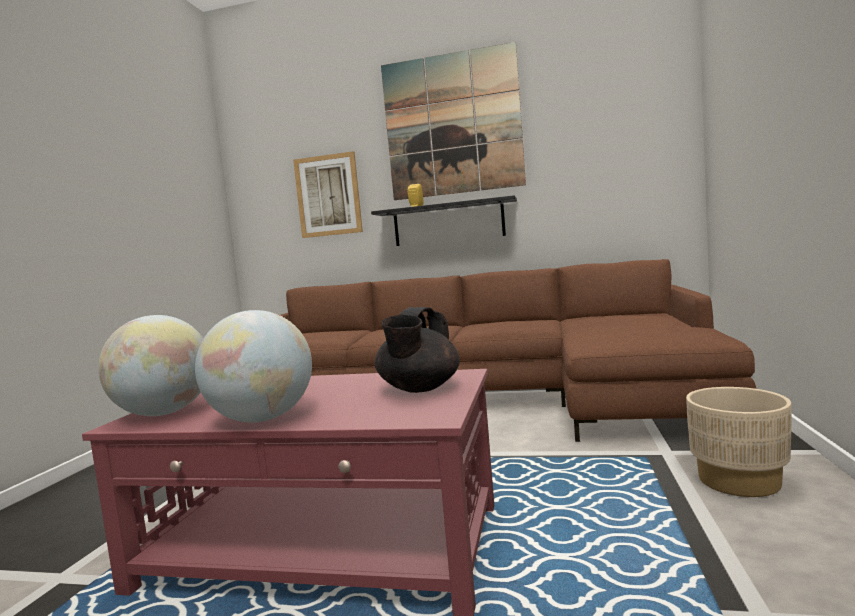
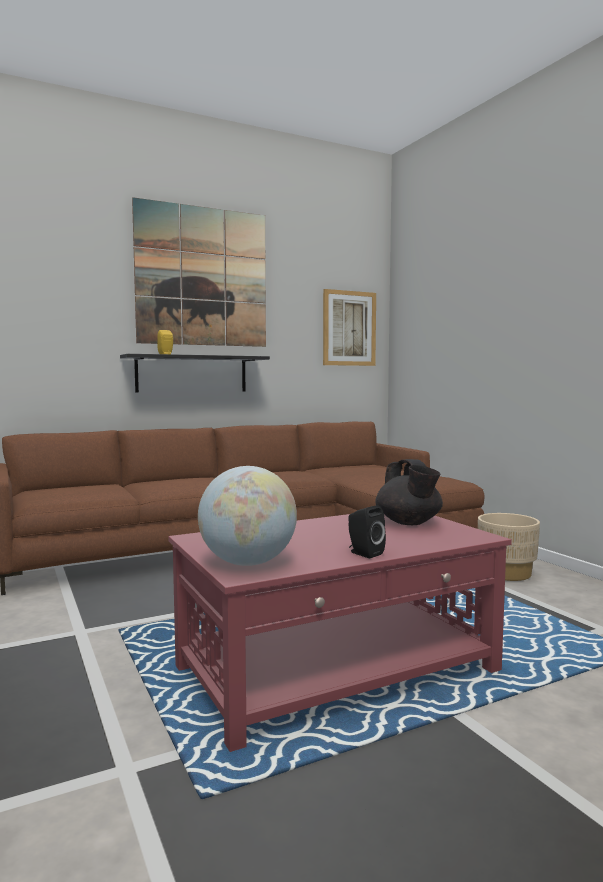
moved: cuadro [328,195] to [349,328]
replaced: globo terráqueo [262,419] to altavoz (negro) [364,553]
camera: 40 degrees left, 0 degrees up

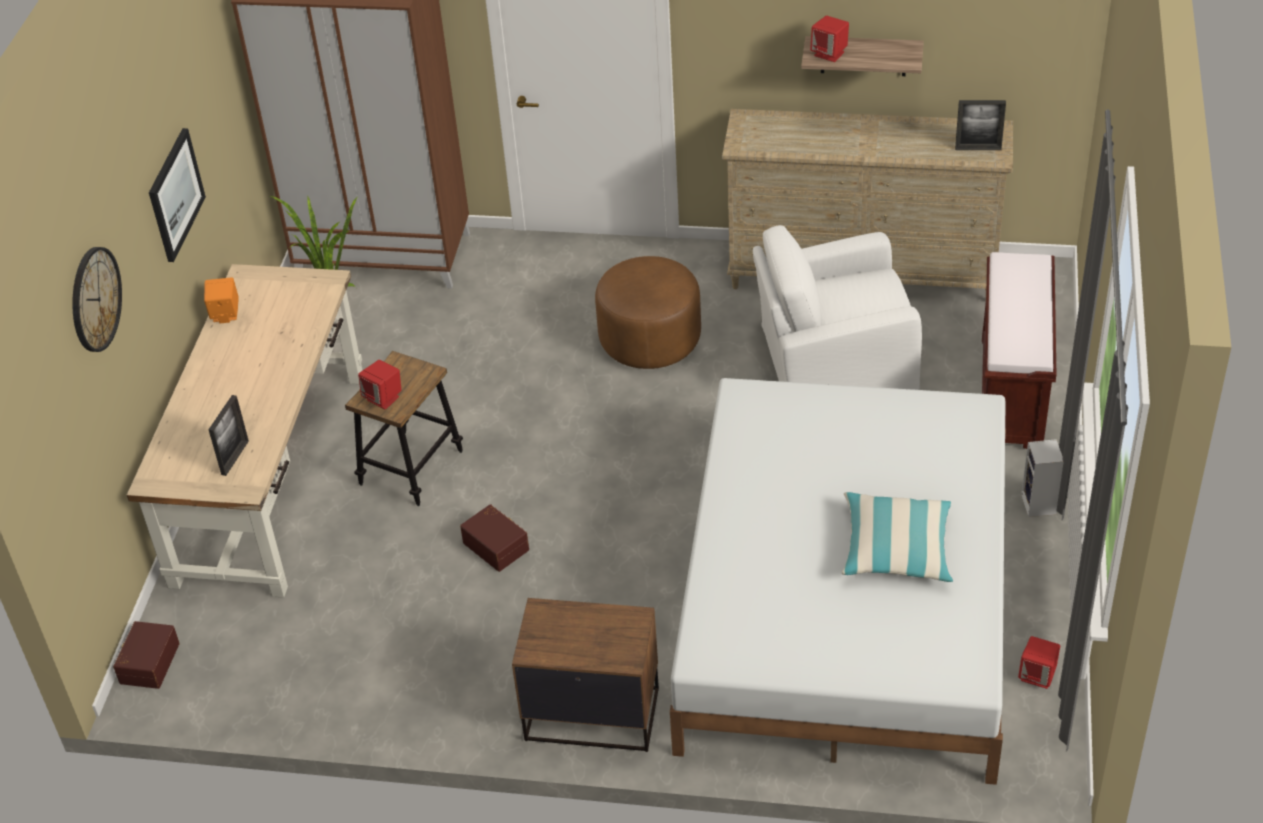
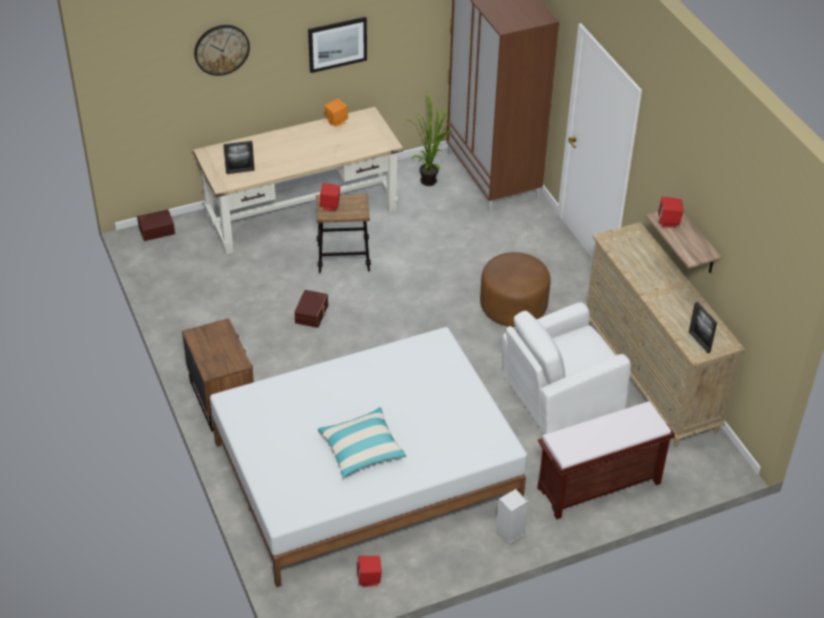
turned: sillón (blanco) [835,361] = [561,393] 75 degrees counterclockwise
camera: 55 degrees right, 0 degrees up

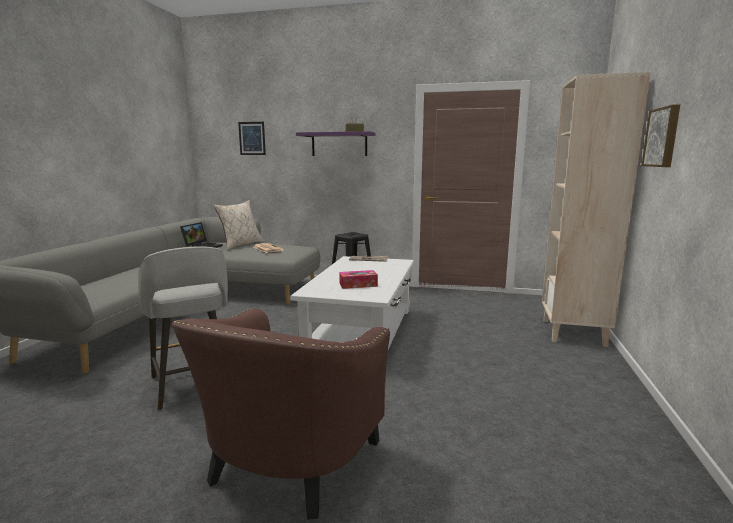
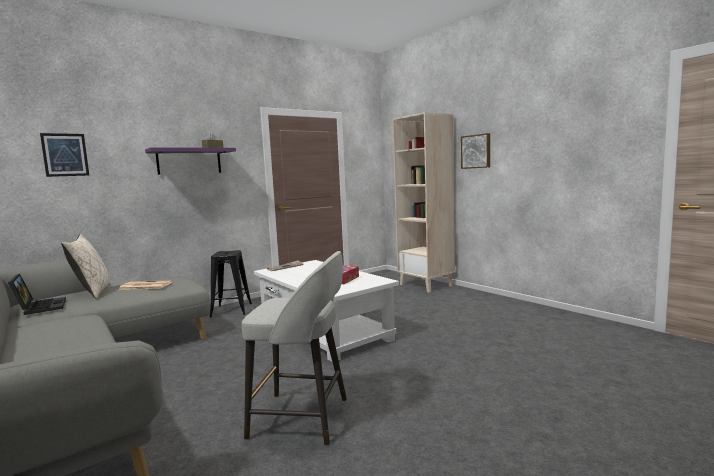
removed: sillón (marrón) [287,466]
camera: 50 degrees left, 5 degrees down

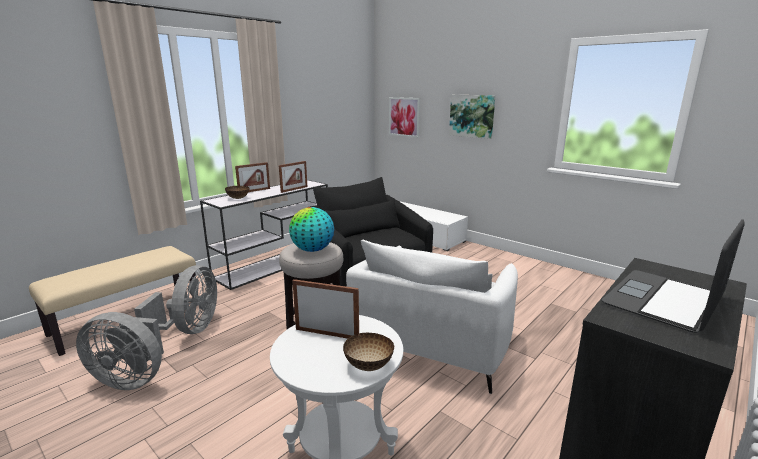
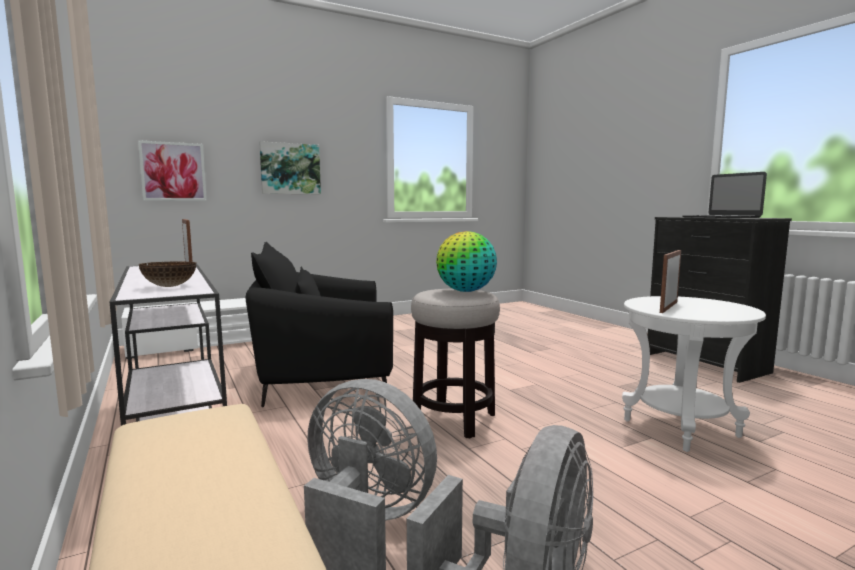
removed: portarretratos [254,191]; cuenco [369,365]; sillón (blanco) [432,345]
camera: 70 degrees left, 10 degrees down

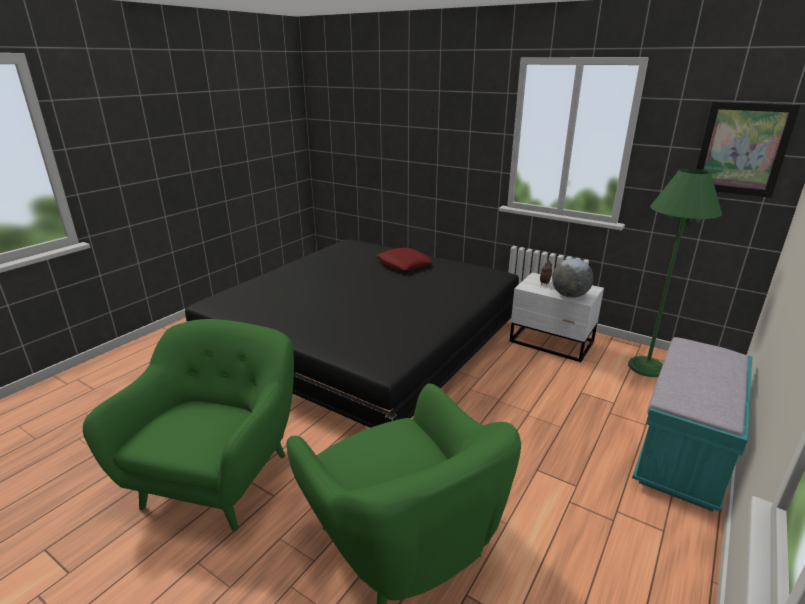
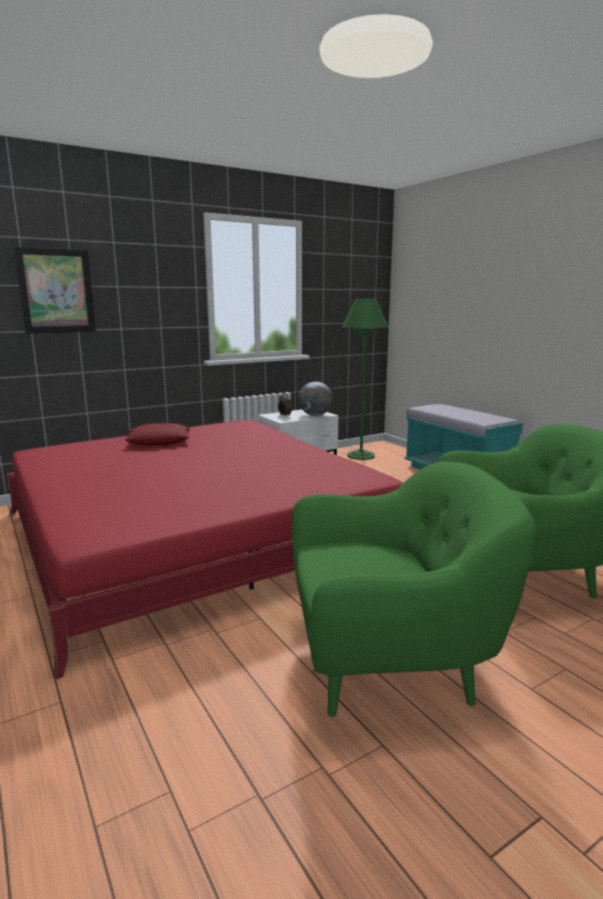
moved: cuadro [742,149] to [56,291]
recoloured: cama (negro) [364,341] to cama (rojo) [194,533]
turned: sillón (verde) [220,476] = [391,661] 135 degrees clockwise
camera: 65 degrees left, 10 degrees down

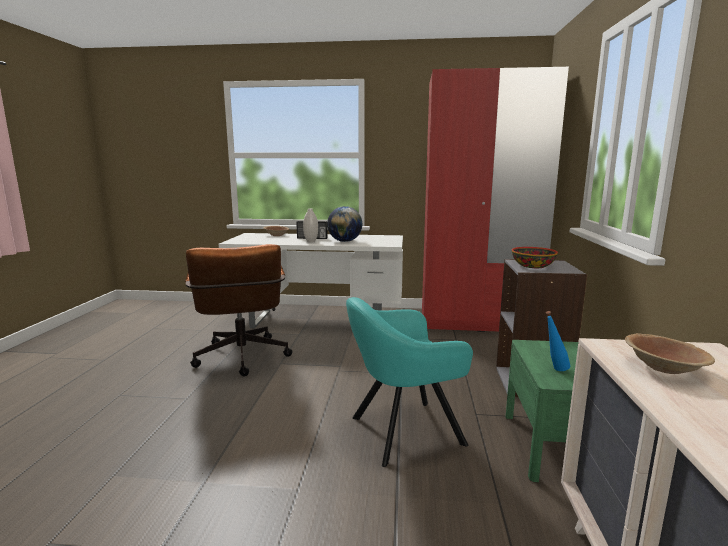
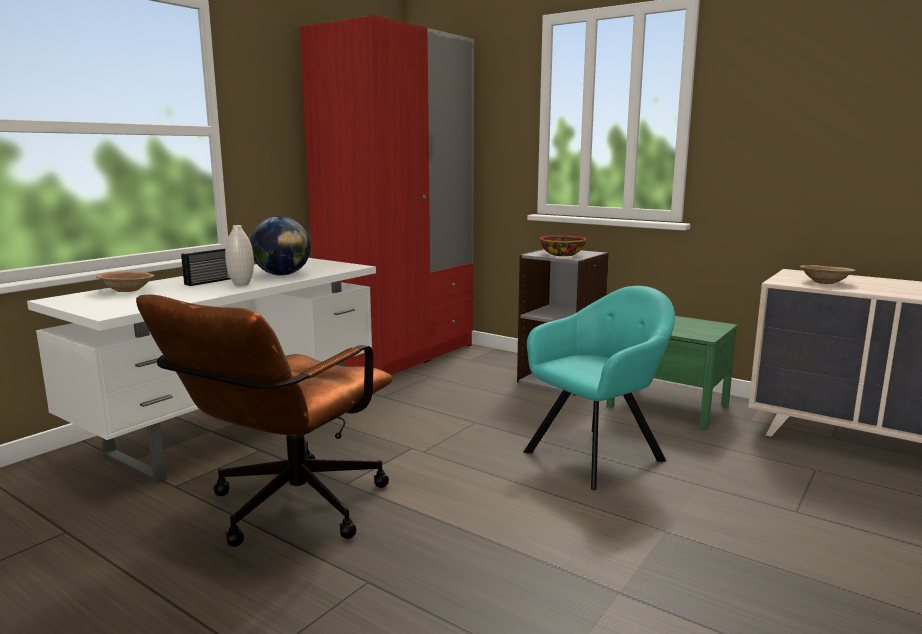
removed: botella (azul) [554,370]
turned: silla de oficina (marrón) [242,360] = [286,511] 105 degrees clockwise; sillón (turquesa) [402,431] = [598,454] 135 degrees counterclockwise
camera: 60 degrees left, 0 degrees up

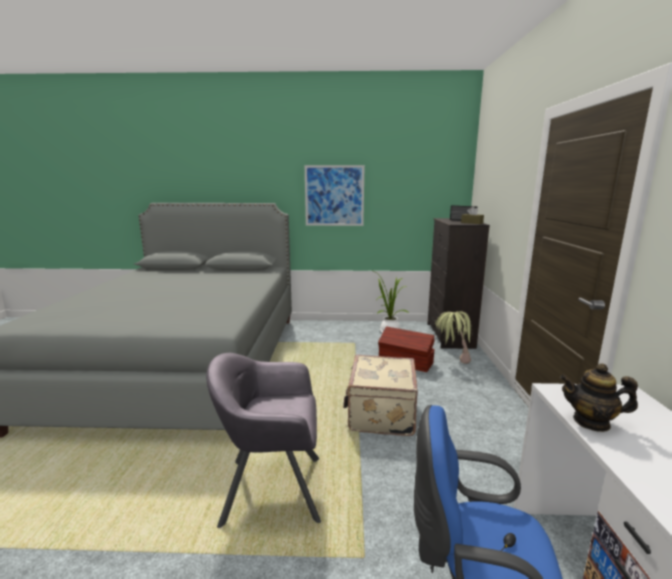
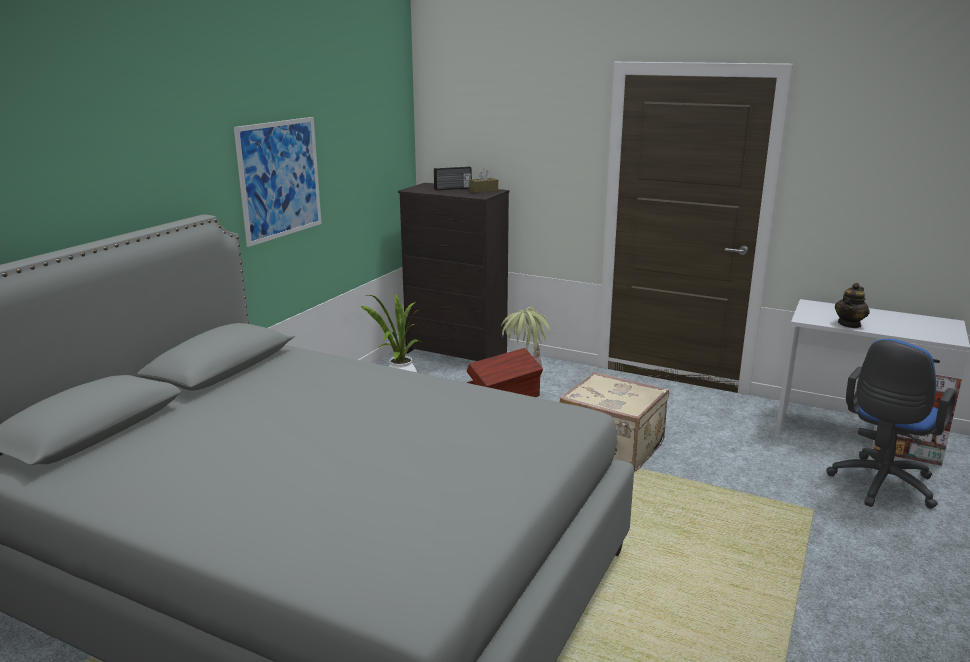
removed: sillón (gris) [272,489]
camera: 65 degrees left, 5 degrees up

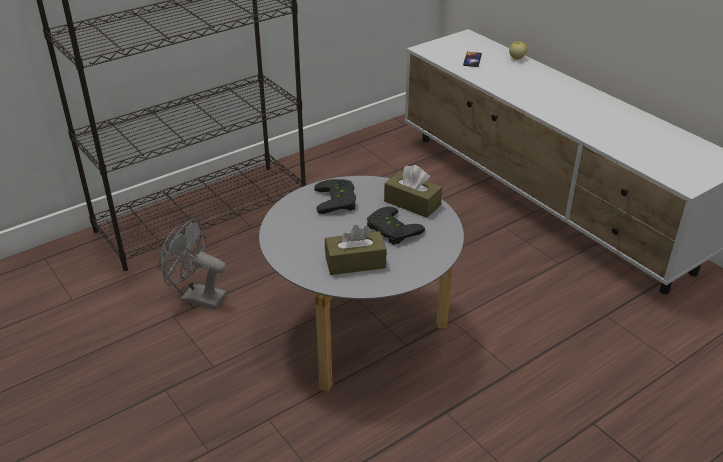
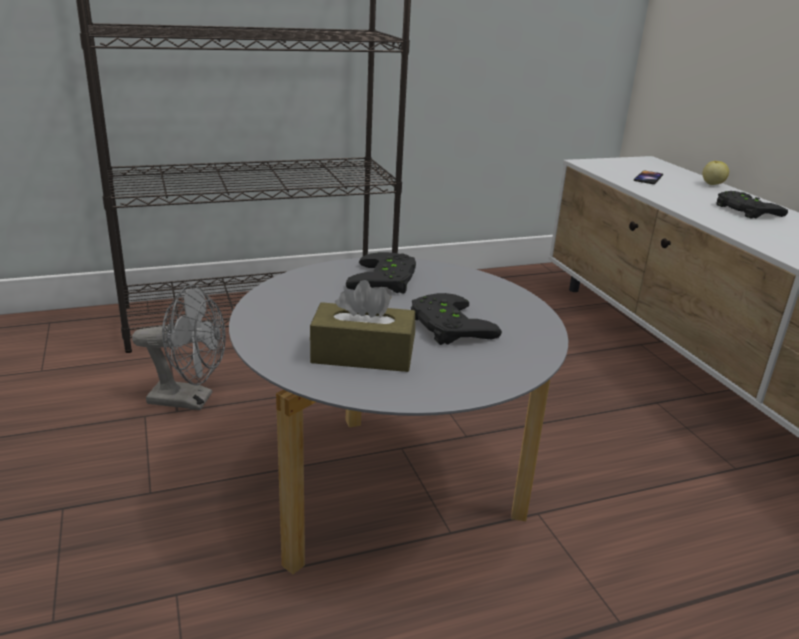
removed: caja de pañuelos (marrón) [412,203]
added: mando de consola (negro) [744,210]
turned: ventilador (gris) [197,297] = [190,400] 150 degrees clockwise
camera: 15 degrees right, 10 degrees down

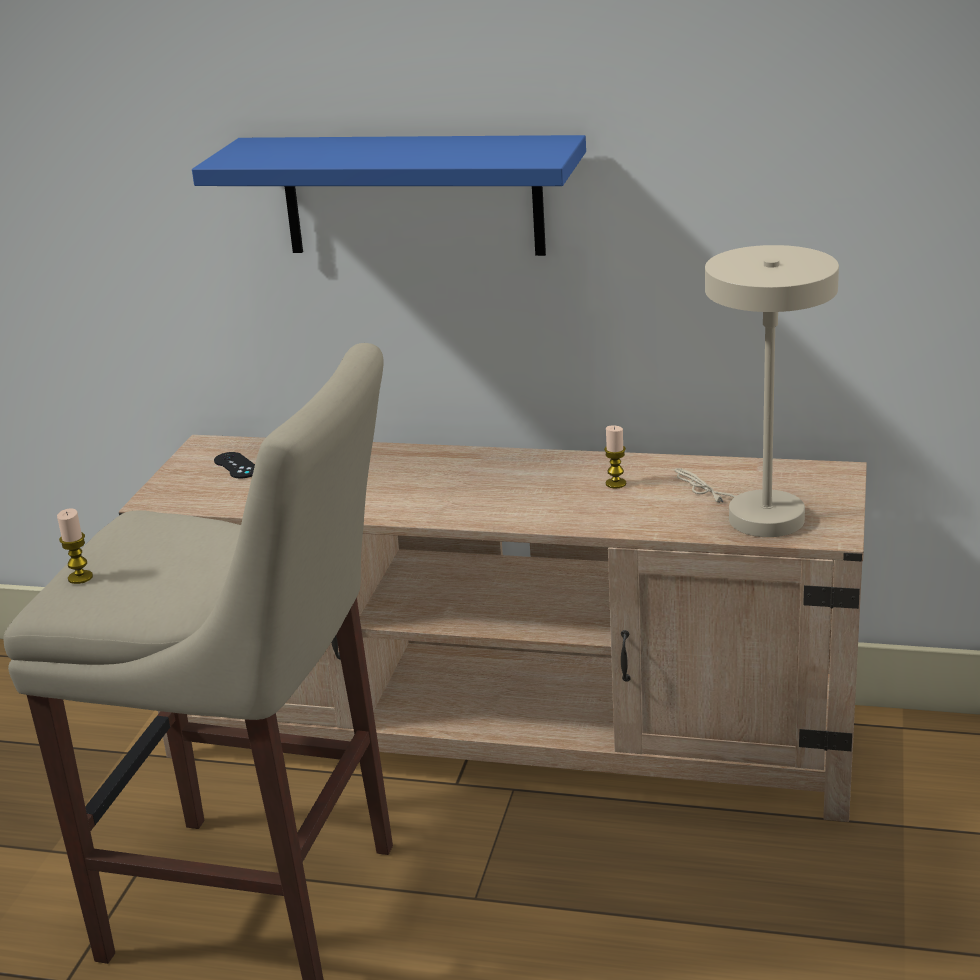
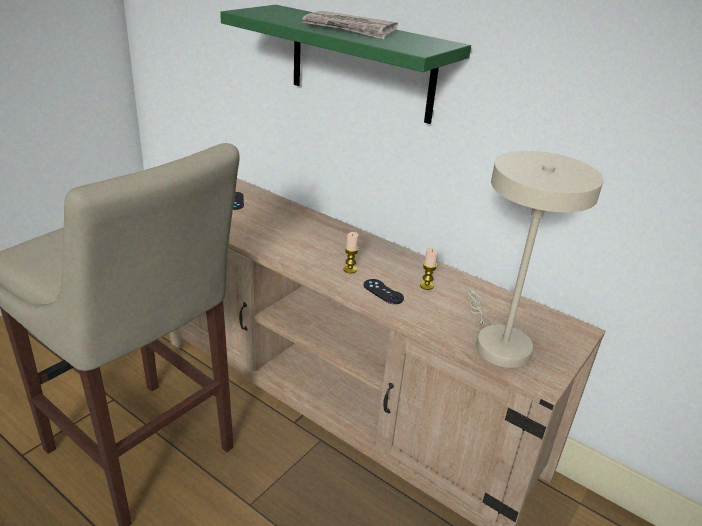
added: periódico [349,29]; mando de consola (negro) [383,292]
moved: vela [80,577] to [350,269]
recoloured: estante (azul) [412,195] to estante (verde) [361,63]
camera: 20 degrees right, 5 degrees up

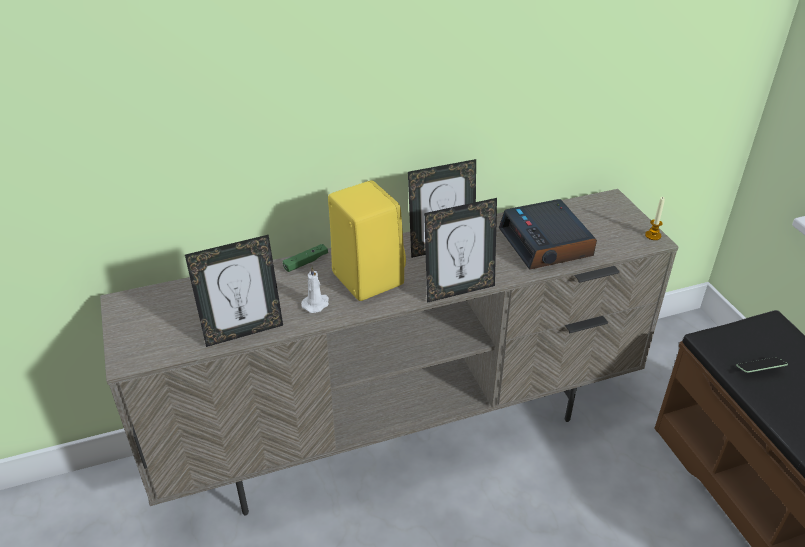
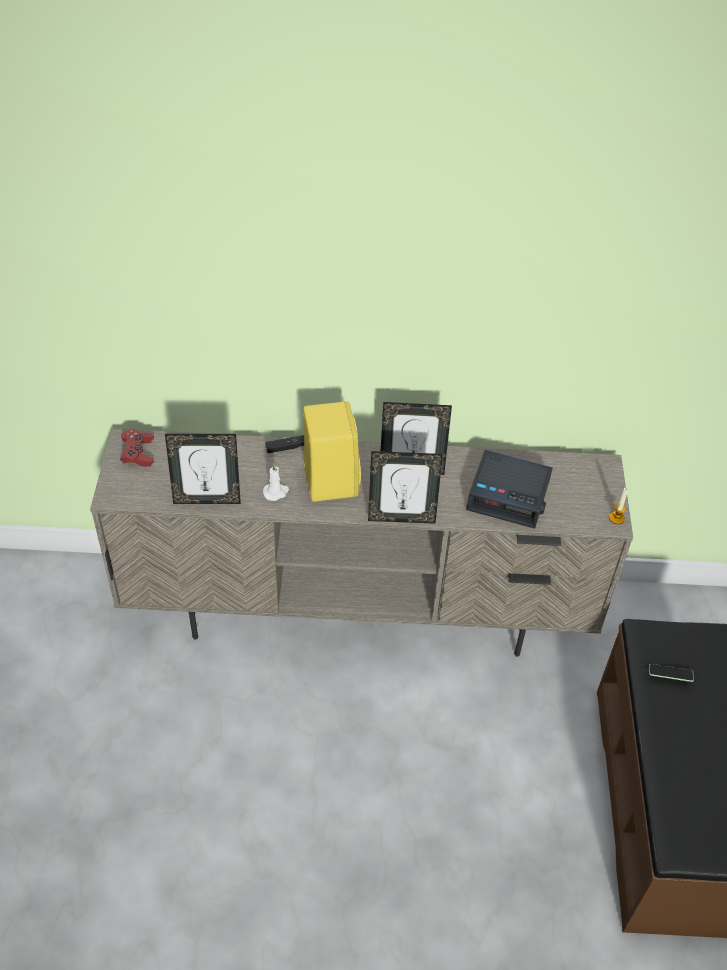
added: mando de consola (rojo) [138,453]
recoloured: mando de consola (verde) [306,262] to mando de consola (negro) [287,447]
turned: despertador [546,243] = [509,495] 75 degrees counterclockwise
camera: 20 degrees right, 10 degrees up

